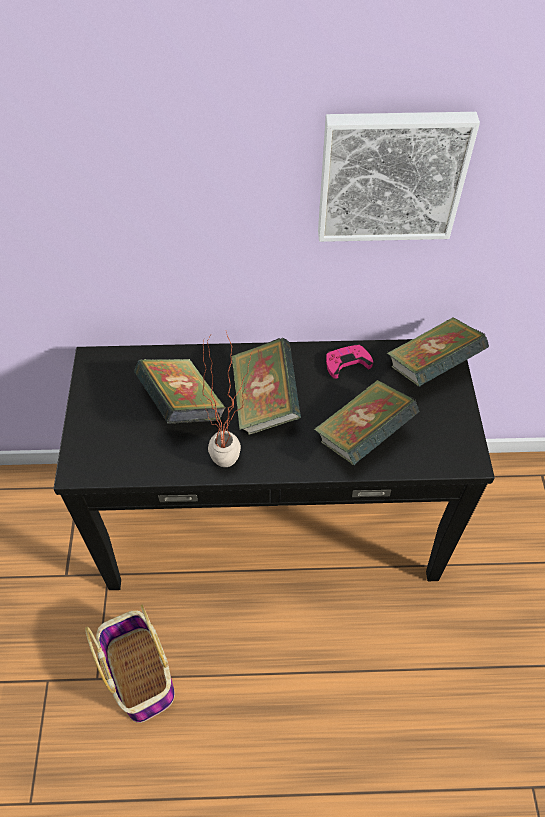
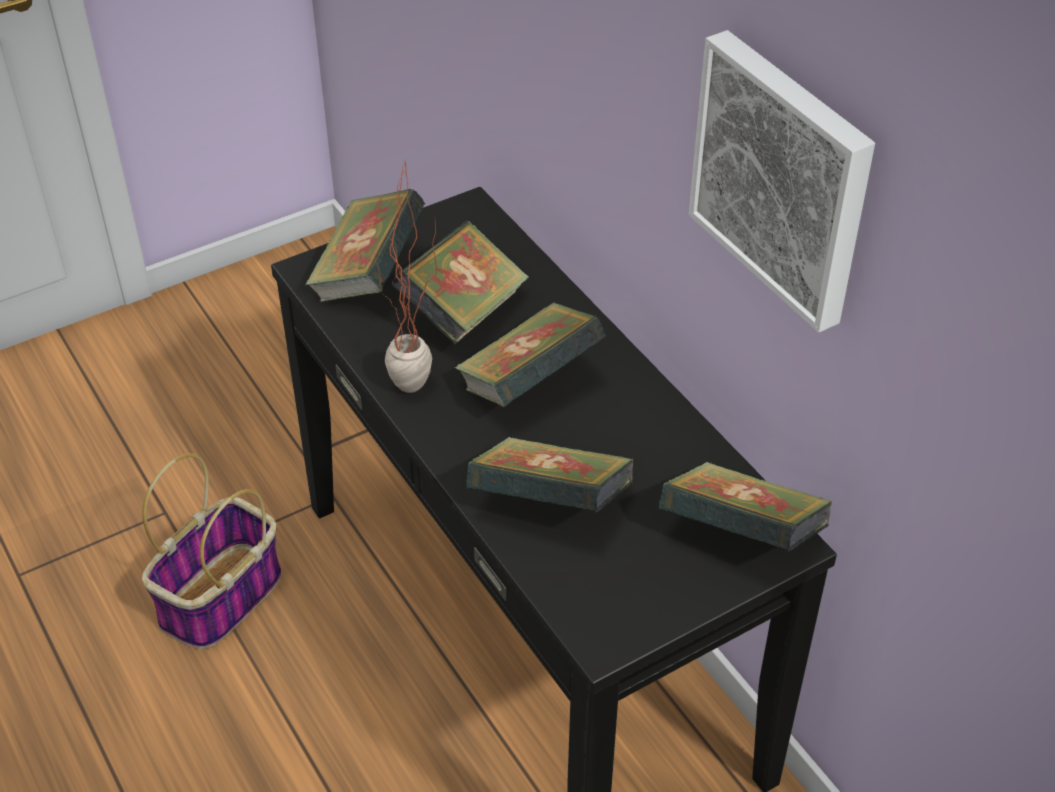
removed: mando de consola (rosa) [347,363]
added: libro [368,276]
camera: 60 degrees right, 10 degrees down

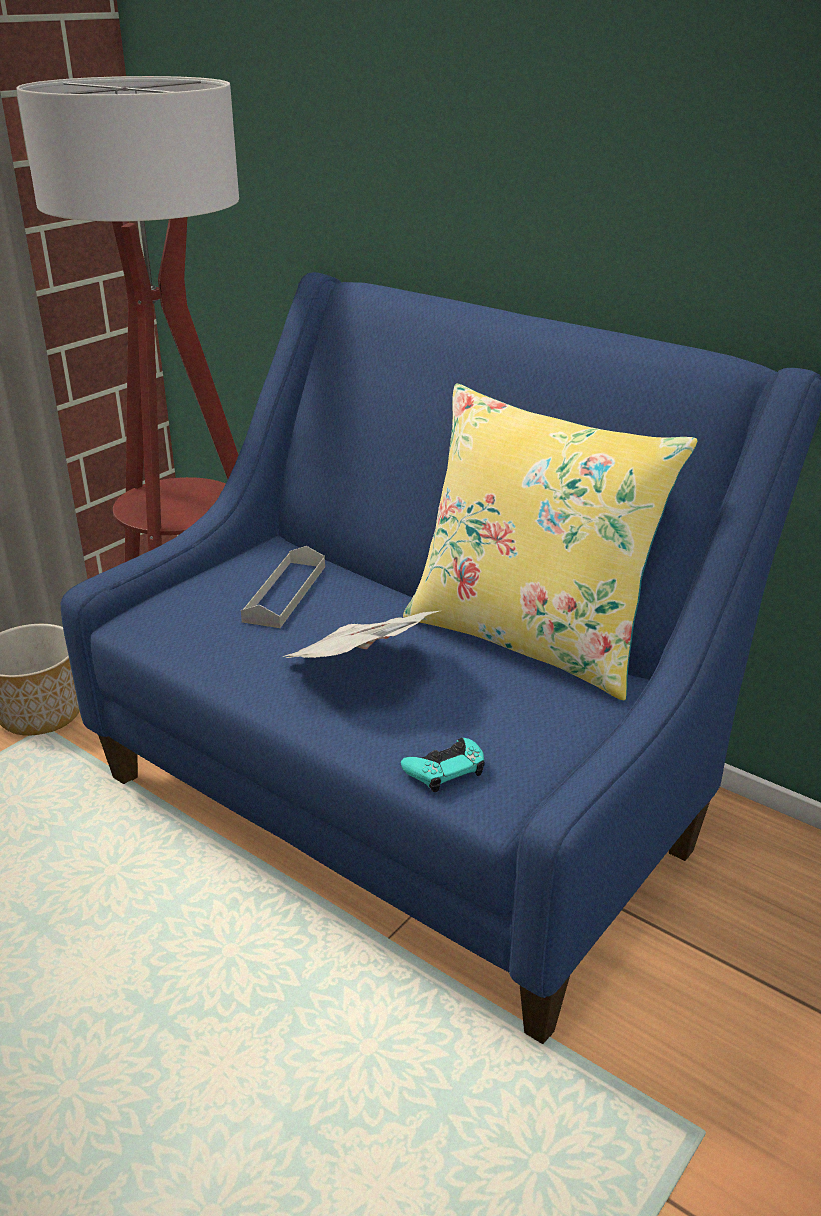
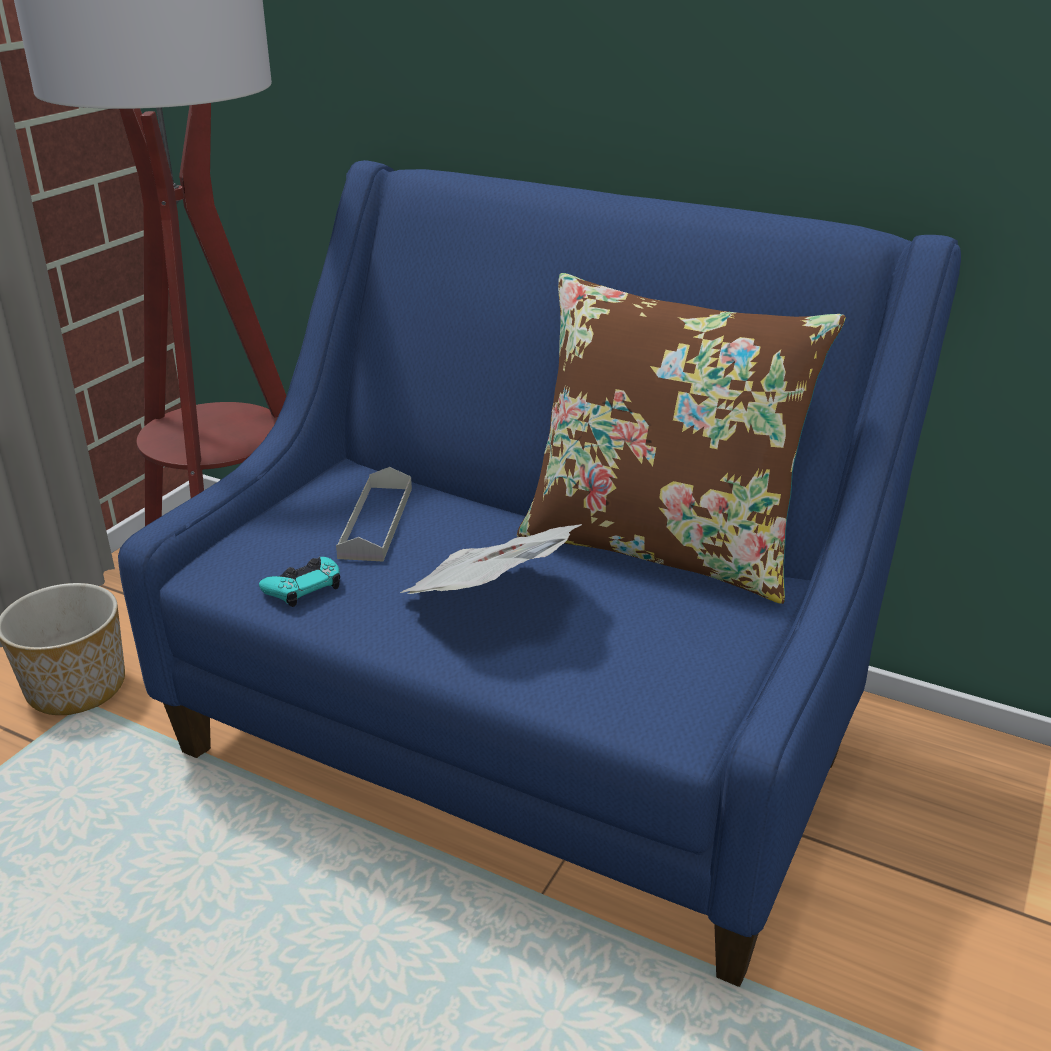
moved: mando de consola (turquesa) [445,770] to [303,587]
recoloured: cojín (amarillo) [530,638] to cojín (marrón) [660,546]
camera: 10 degrees left, 0 degrees up

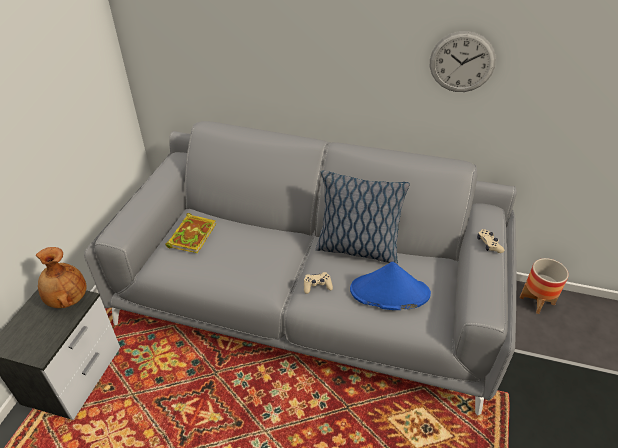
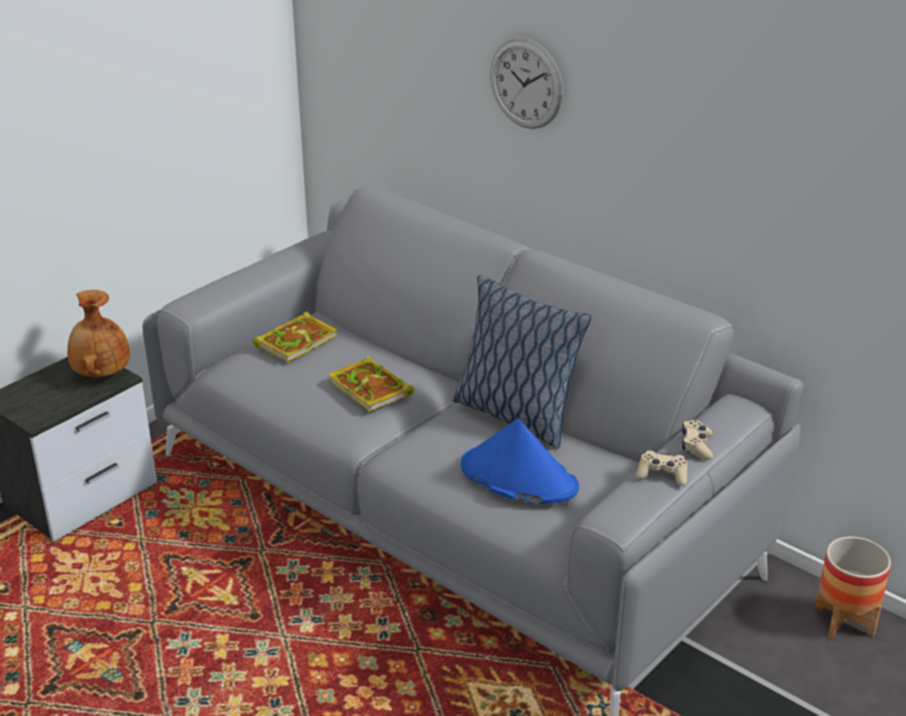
added: libro [372,389]
moved: mando de consola (beis) [317,286] to [662,475]; reloj de pared [462,62] to [526,83]
camera: 25 degrees right, 10 degrees down

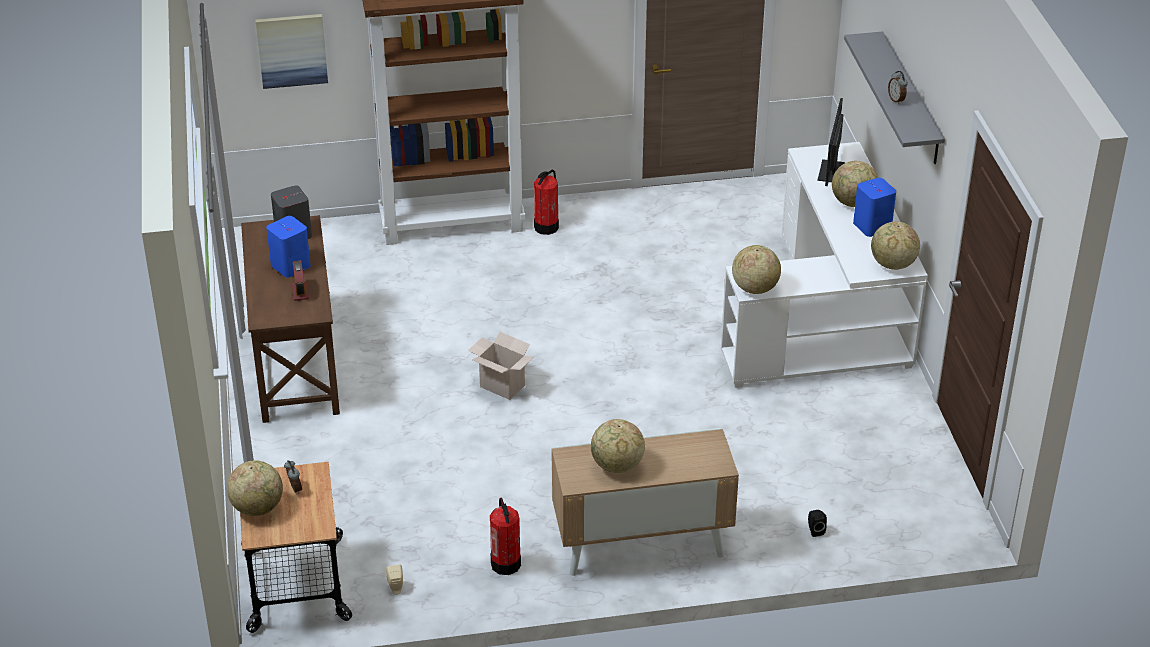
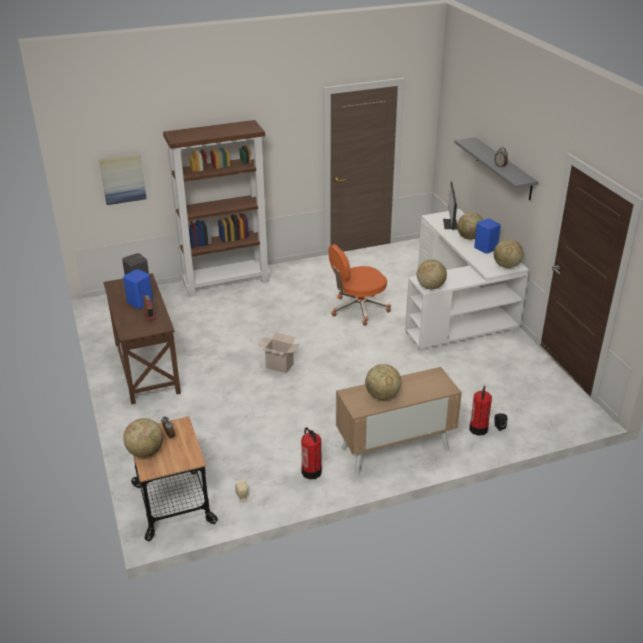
added: silla de oficina (naranja) [358,309]
moved: extintor [546,227] to [478,429]
camera: 10 degrees left, 5 degrees down

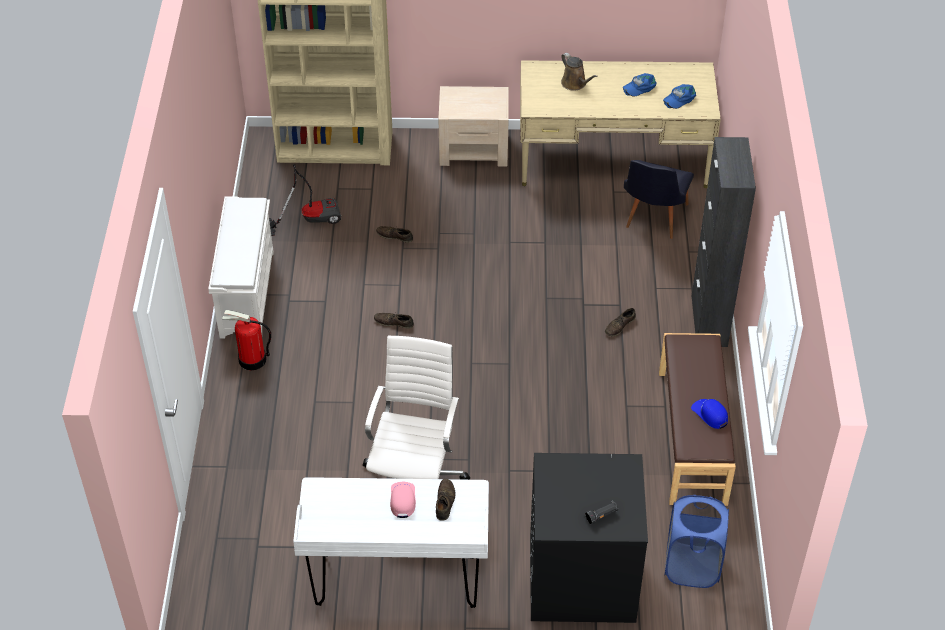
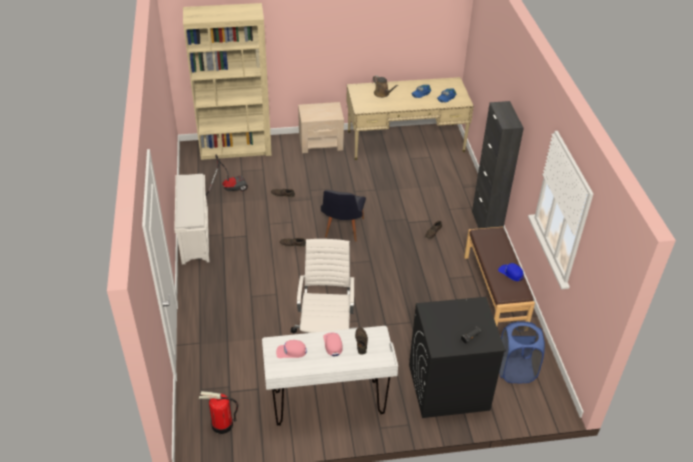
added: gorra (rosa) [291,351]
moved: extintor [252,360] to [222,425]; silla (negro) [653,220] to [342,230]
camera: 10 degrees left, 5 degrees down

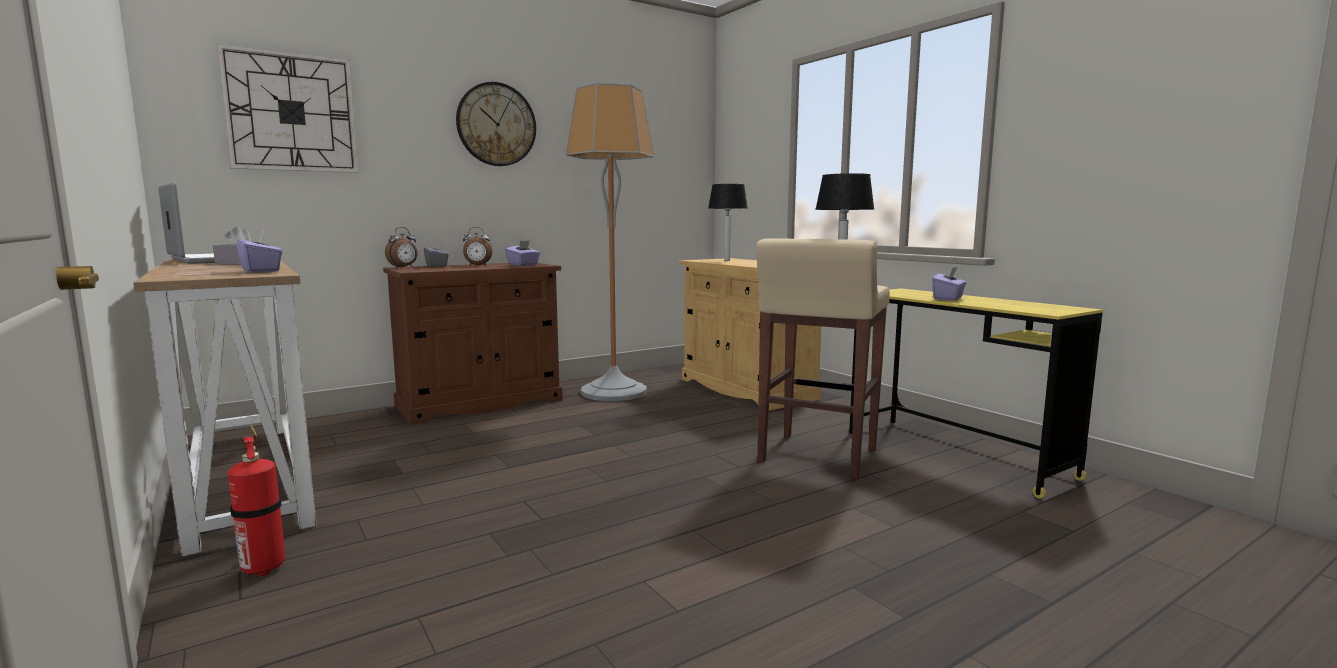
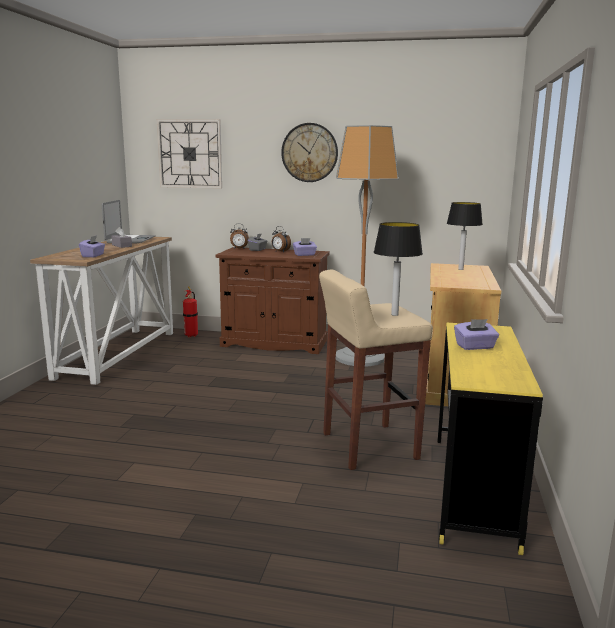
moved: extintor [263,567] to [192,335]
camera: 45 degrees right, 5 degrees up

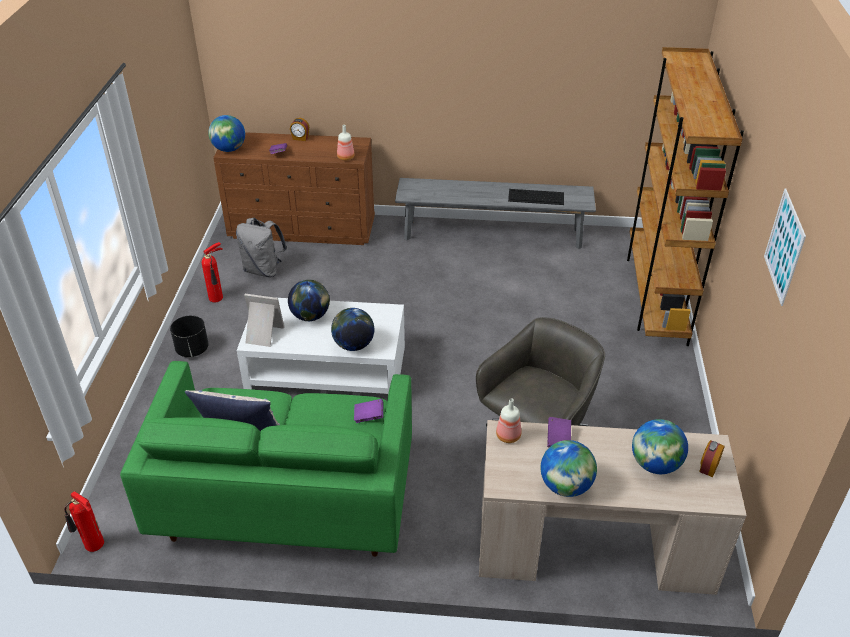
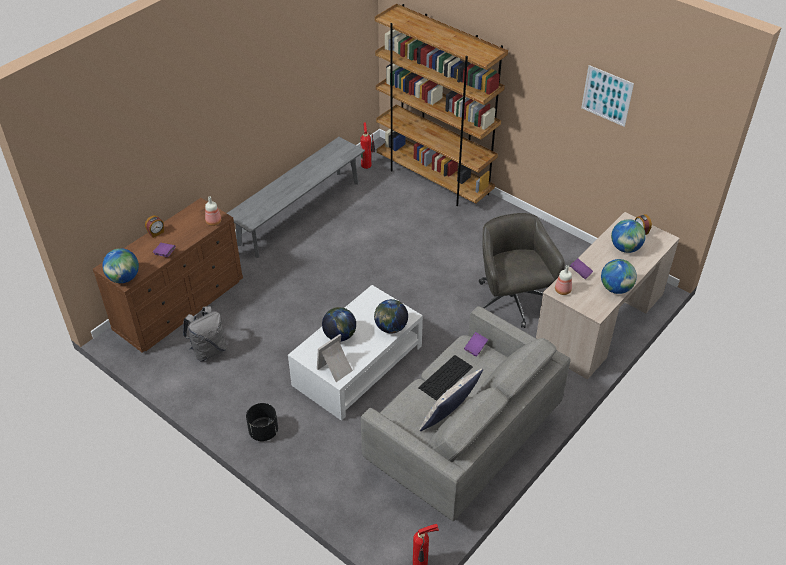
moved: extintor [217,298] to [367,165]; teclado [535,197] to [445,377]
recoloured: sofá (verde) [286,500] to sofá (gris) [462,441]
camera: 55 degrees left, 5 degrees up

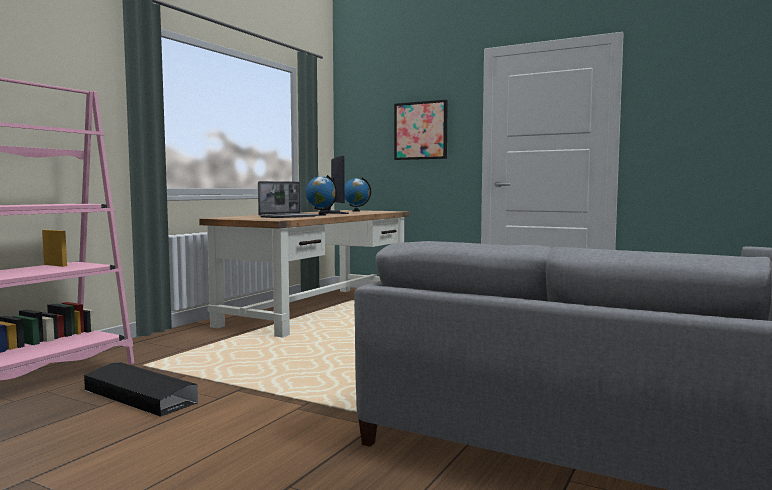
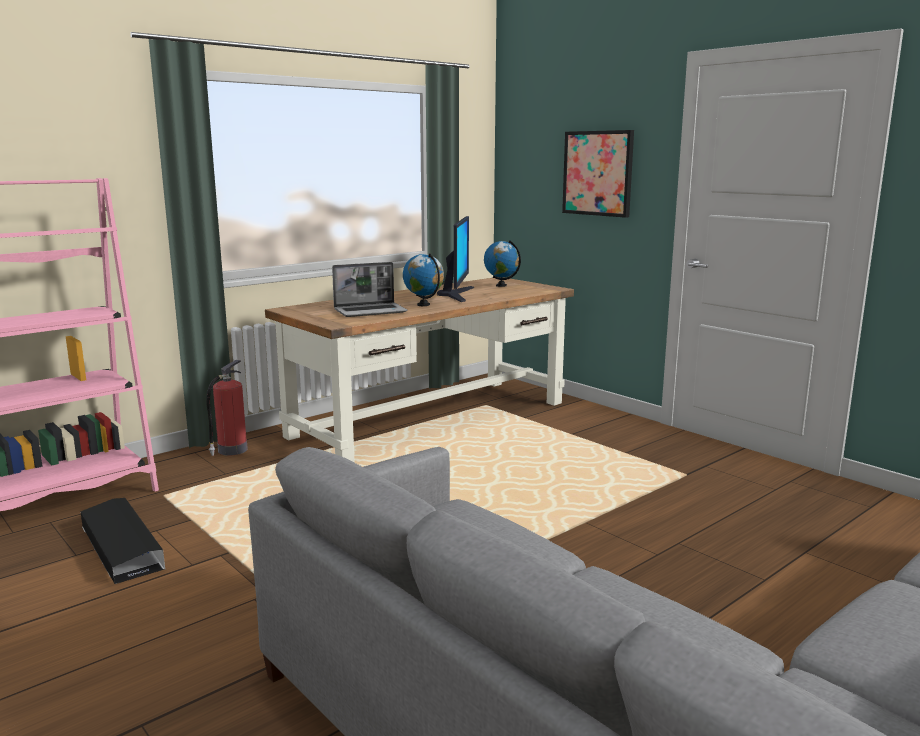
added: extintor [231,450]
camera: 20 degrees right, 10 degrees up

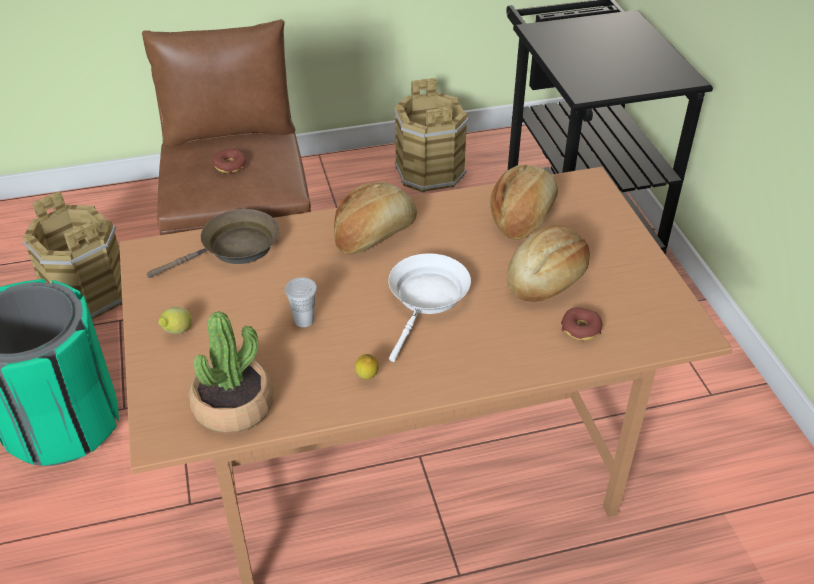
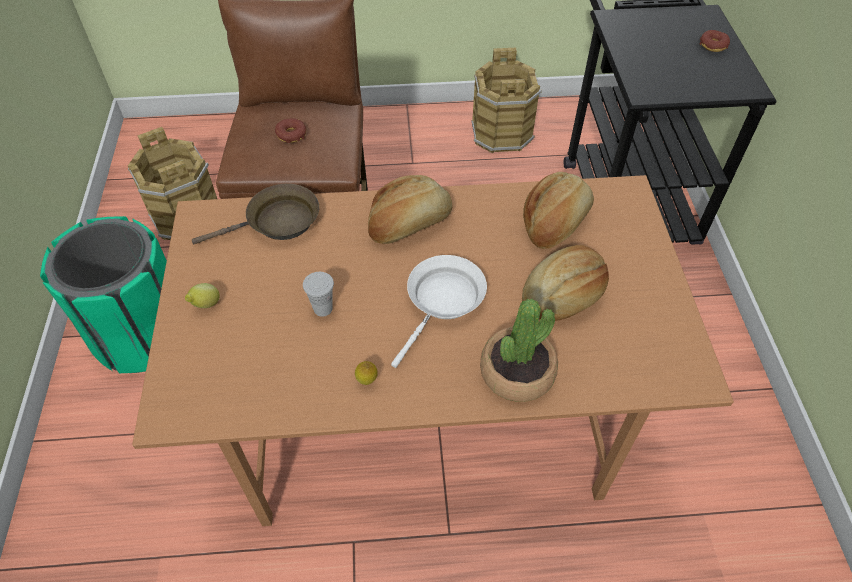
moved: planta en maceta [233,406] to [517,372]; rosquilla [581,329] to [713,45]
camera: 10 degrees right, 10 degrees up

